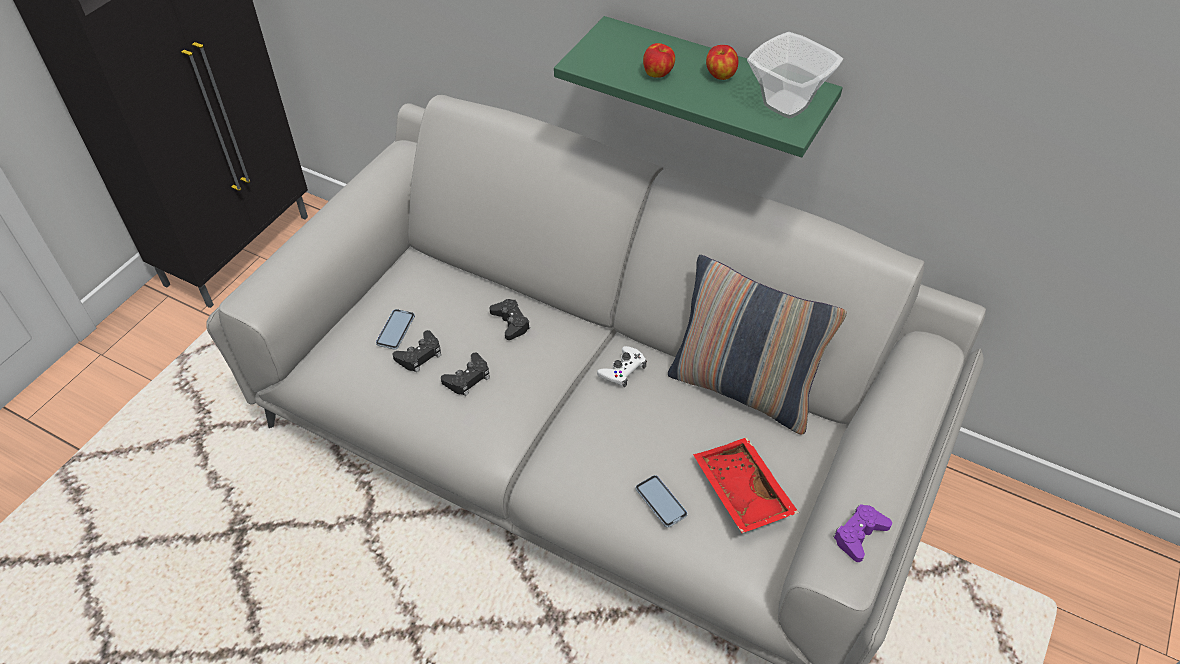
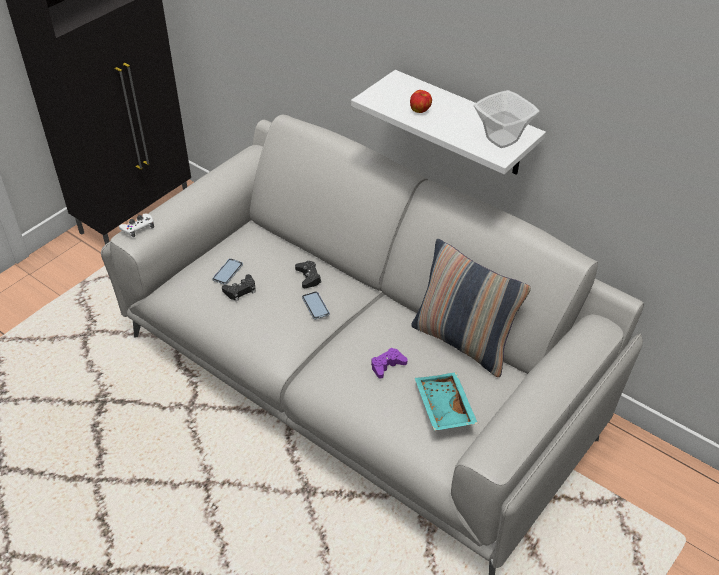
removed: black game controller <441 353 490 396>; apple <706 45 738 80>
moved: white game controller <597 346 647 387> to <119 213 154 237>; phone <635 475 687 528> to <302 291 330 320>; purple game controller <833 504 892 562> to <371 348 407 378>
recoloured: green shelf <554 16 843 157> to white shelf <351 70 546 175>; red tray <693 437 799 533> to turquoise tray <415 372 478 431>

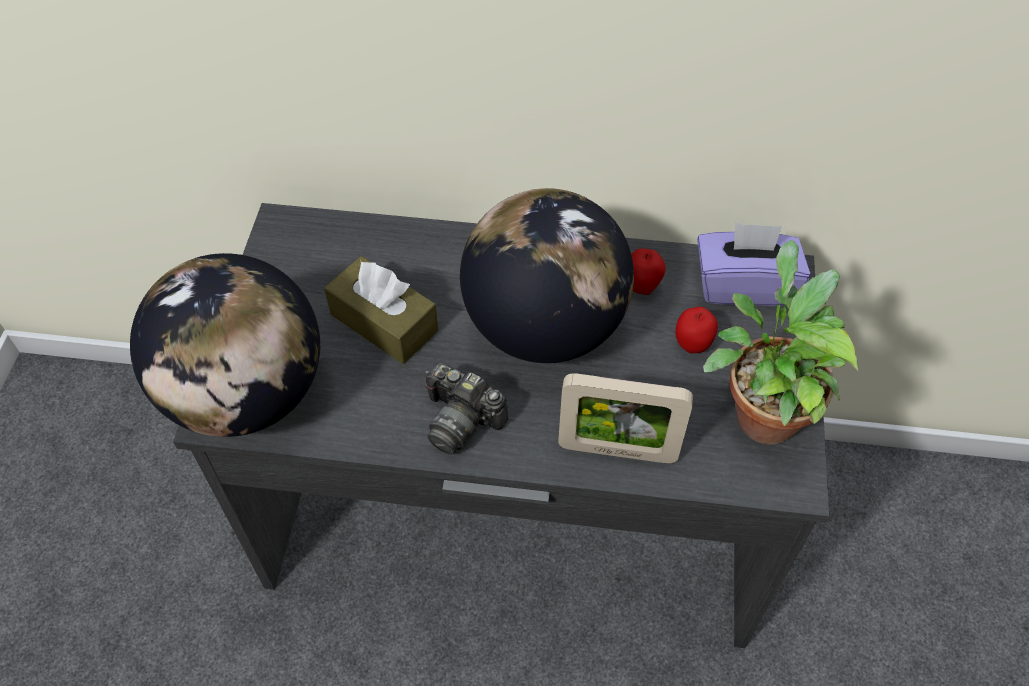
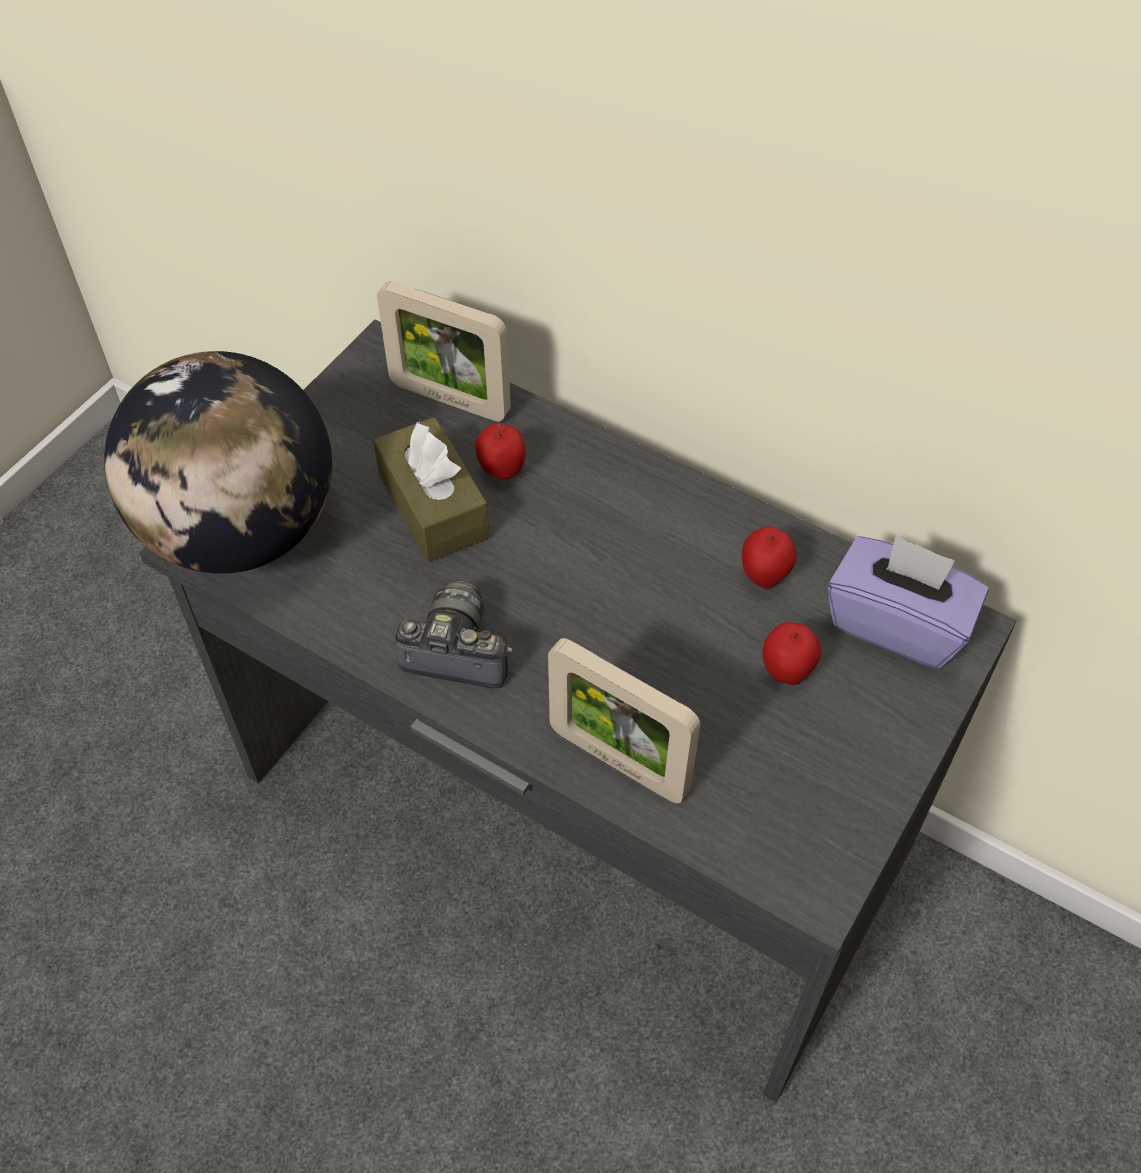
removed: globe <460 188 634 363>; potted plant <703 240 858 445>
added: picture frame <377 281 511 421>; apple <476 423 526 480>
turned: photo camera <425 363 509 454> = <396 580 512 688> 135 degrees clockwise

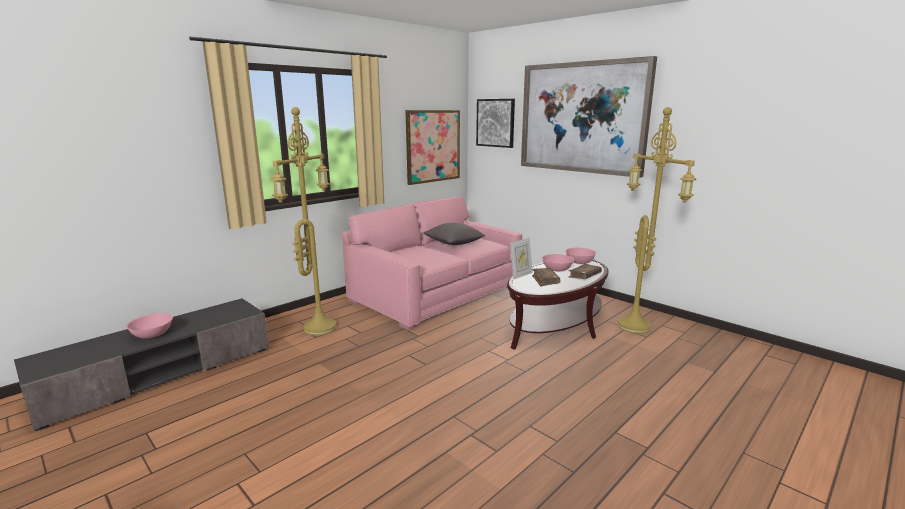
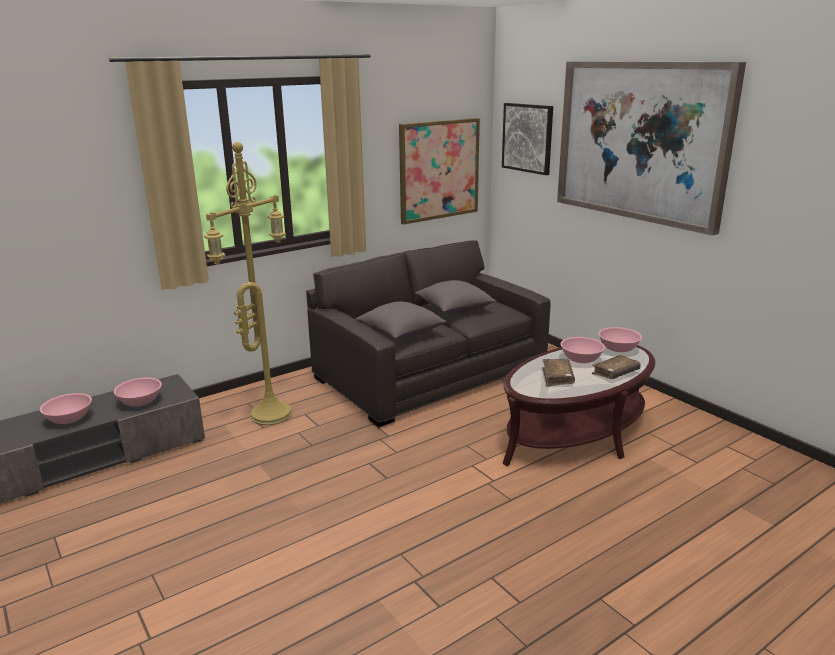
removed: picture frame <510 238 533 280>; yellow floor lamp <617 107 696 334>
added: pink bowl <114 378 162 406>; grey pillow <355 302 447 339>
recoloured: pink sofa <342 197 523 331> to grey sofa <306 240 551 427>

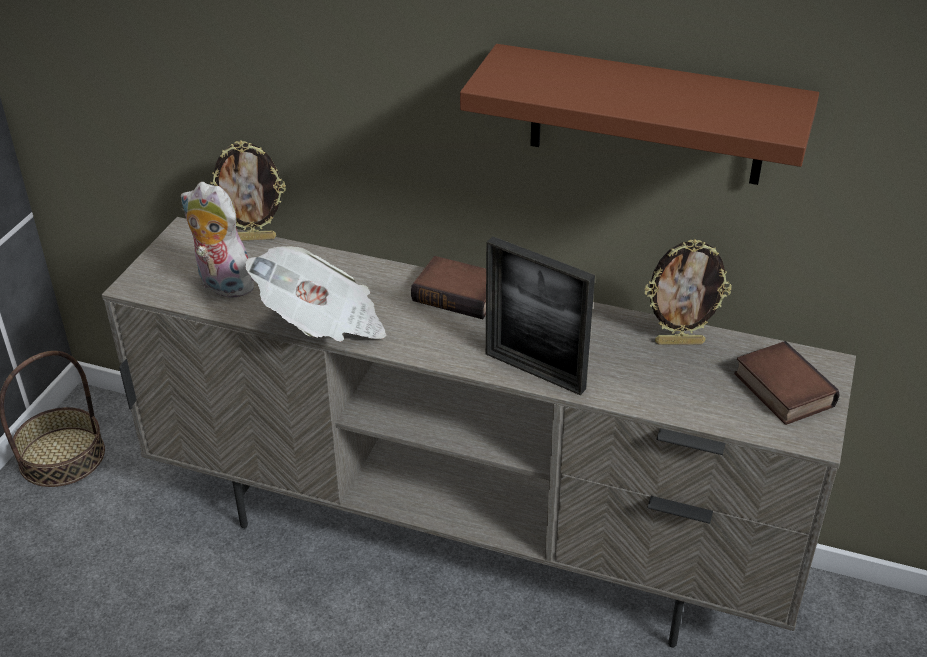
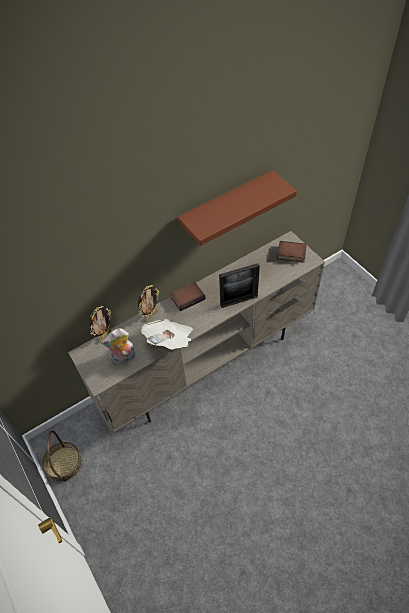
moved: picture frame <645 239 732 345> to <138 285 159 321>

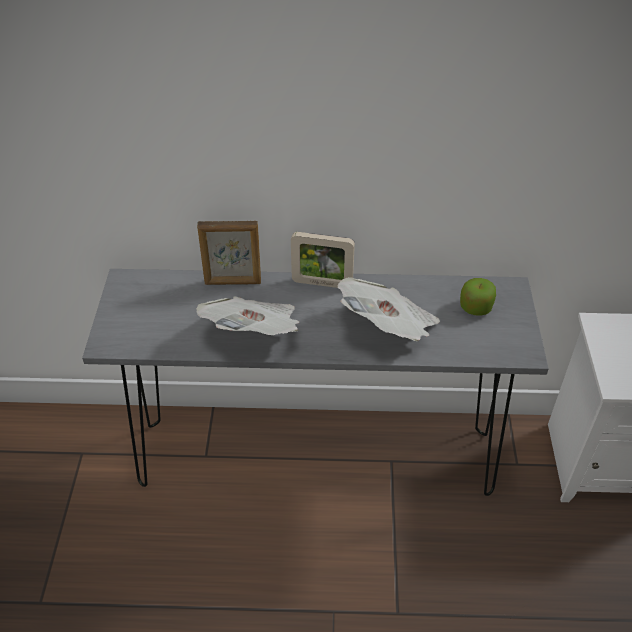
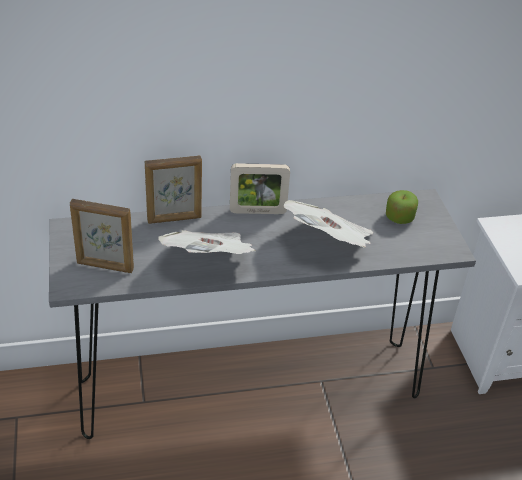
added: picture frame <70 199 134 273>

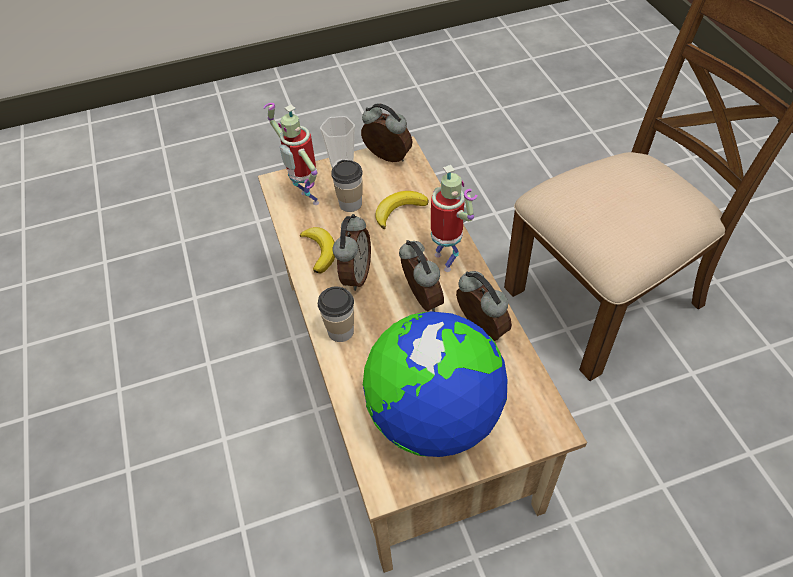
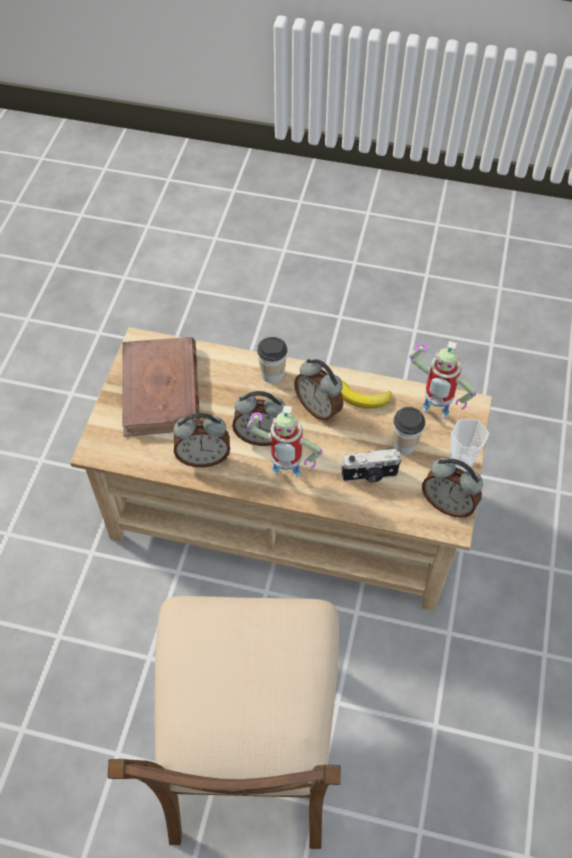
replaced: globe <363 311 507 457> to brown book <122 337 200 437>; banana <375 191 429 229> to photo camera <341 448 402 482>
turned: toy robot <264 103 319 205> = <410 341 476 419> 150 degrees counterclockwise; alarm clock <361 103 412 162> = <422 458 483 518> 60 degrees clockwise

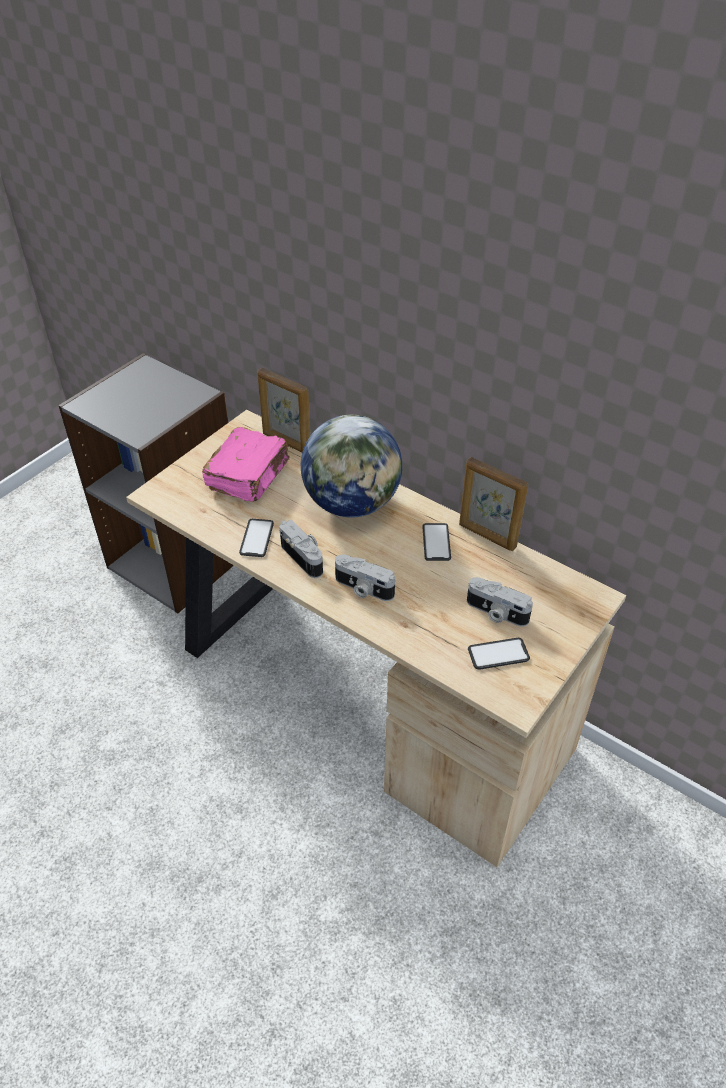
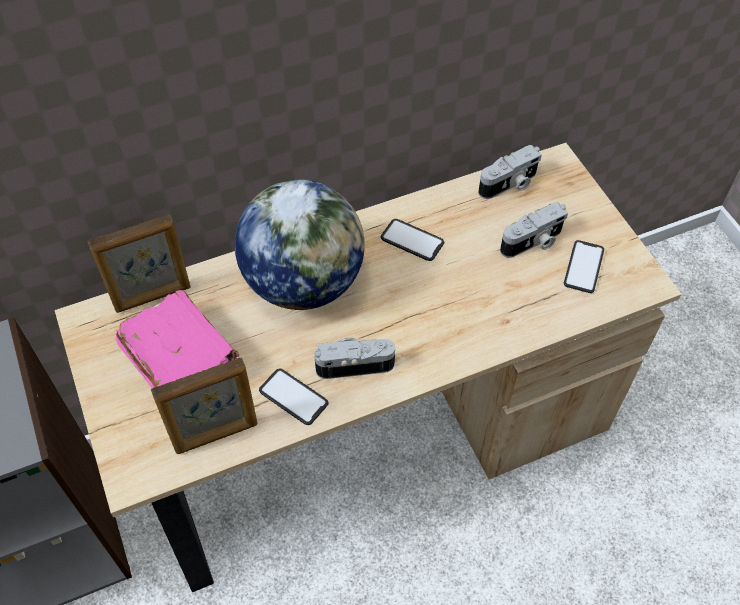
moved: photo camera <335 554 395 601> to <478 145 542 199>; picture frame <459 457 528 551> to <151 357 258 454>

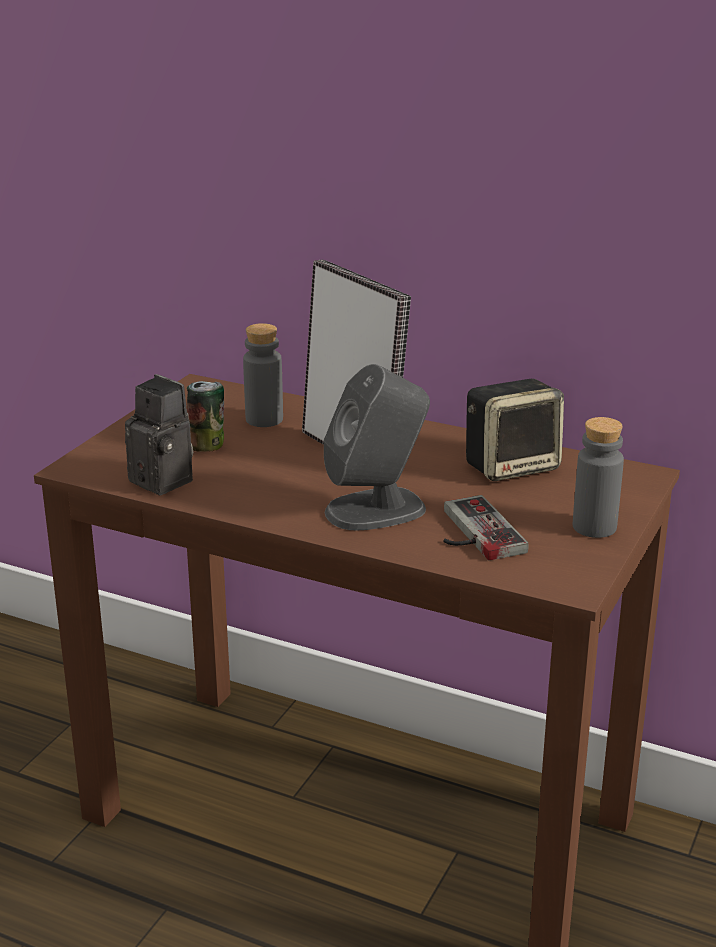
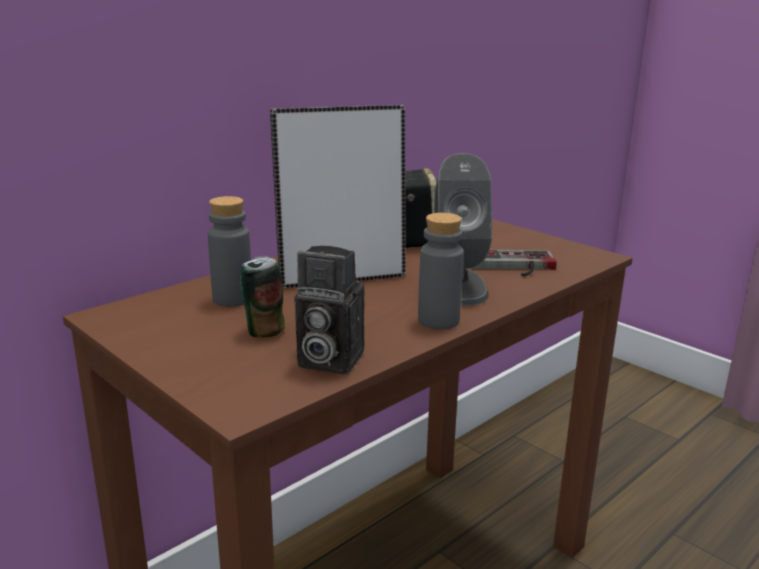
moved: grey bottle <573 417 624 538> to <418 213 464 329>
turned: photo camera <125 374 193 496> = <295 246 365 375> 135 degrees counterclockwise

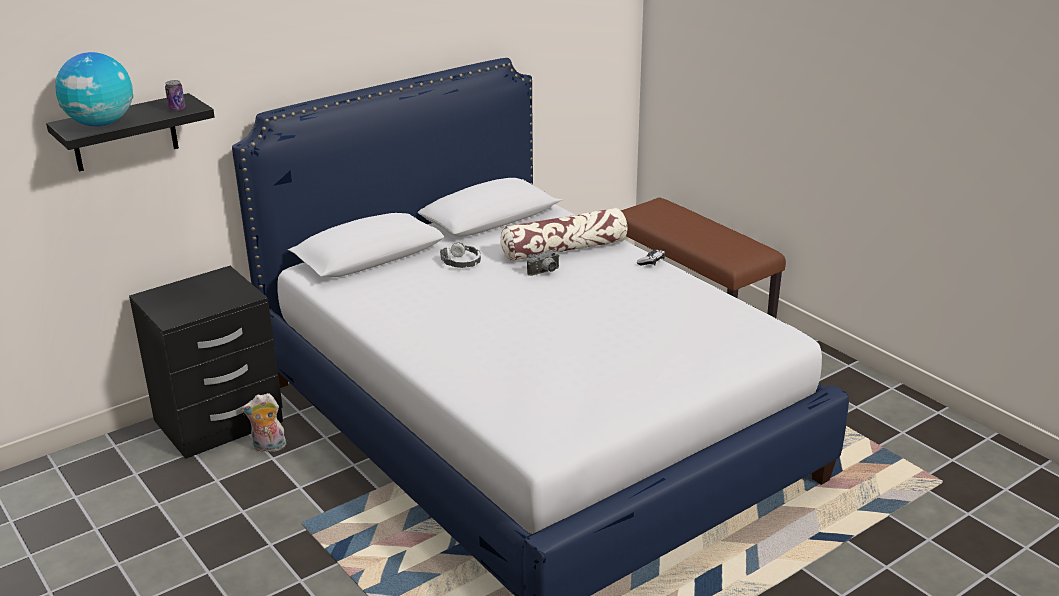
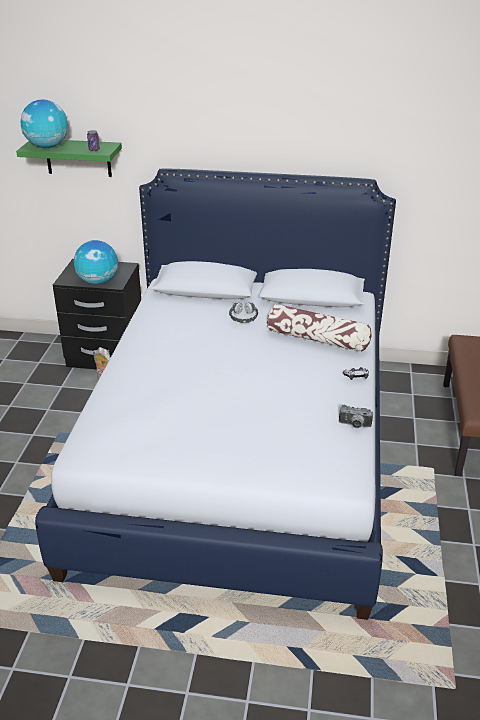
added: globe <74 240 118 284>
moved: photo camera <527 249 560 276> to <339 405 373 428>
recoloured: black shelf <46 93 215 172> to green shelf <16 140 122 177>

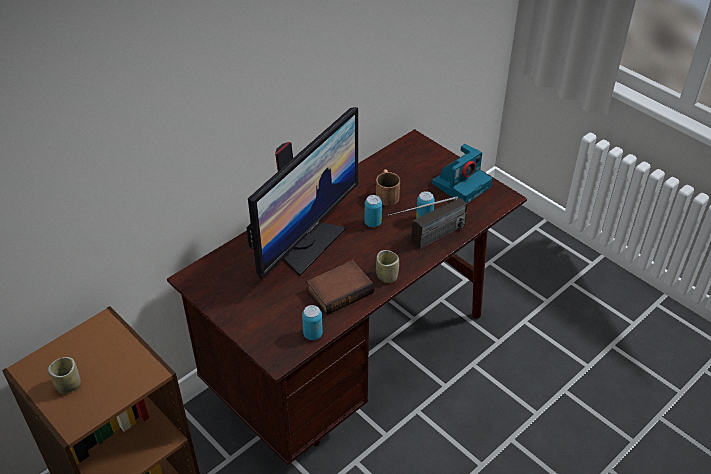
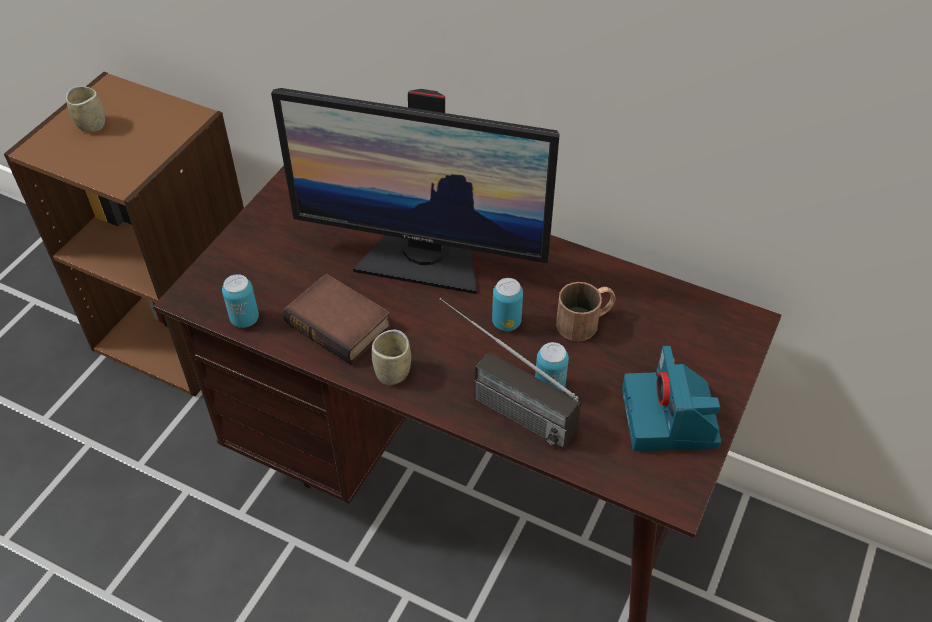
turned: photo camera <432 144 492 203> = <622 346 721 451> 60 degrees clockwise

